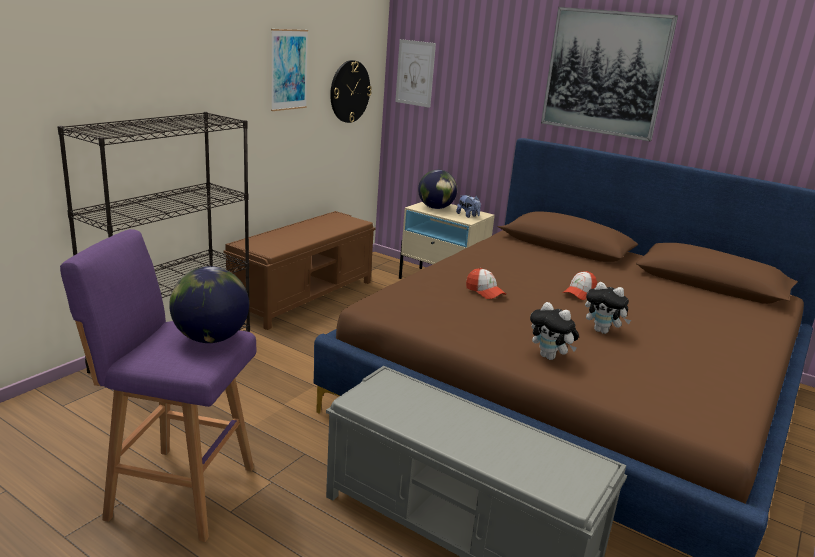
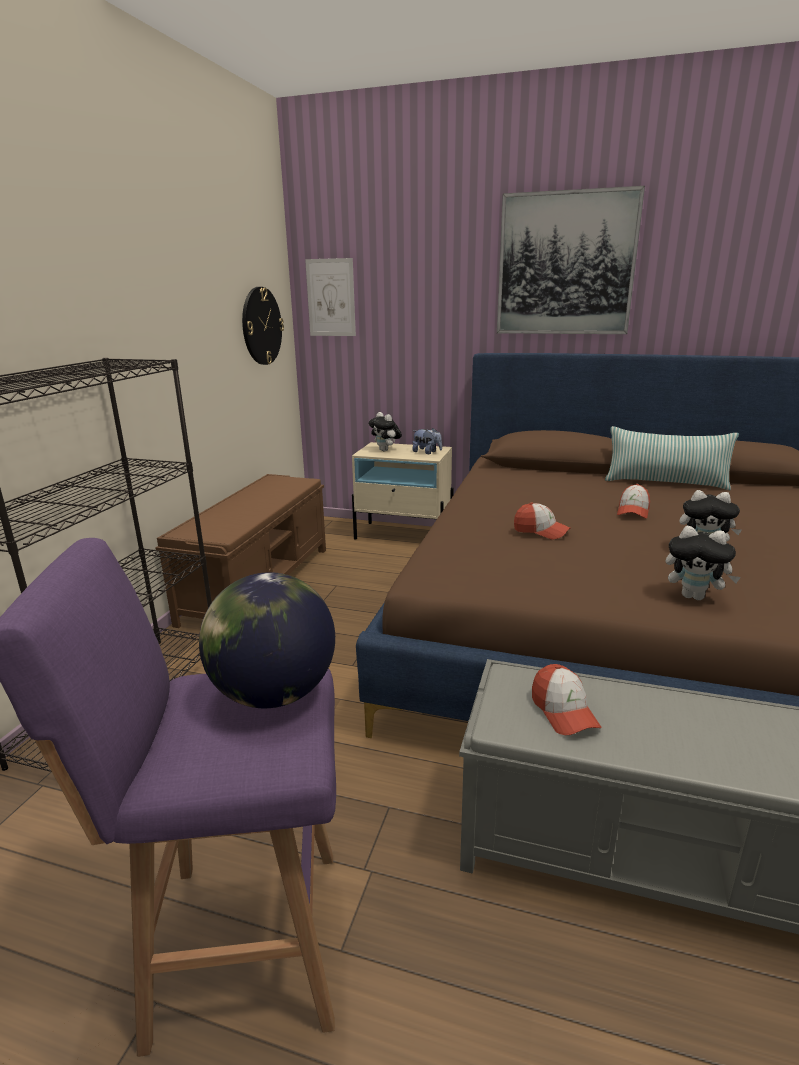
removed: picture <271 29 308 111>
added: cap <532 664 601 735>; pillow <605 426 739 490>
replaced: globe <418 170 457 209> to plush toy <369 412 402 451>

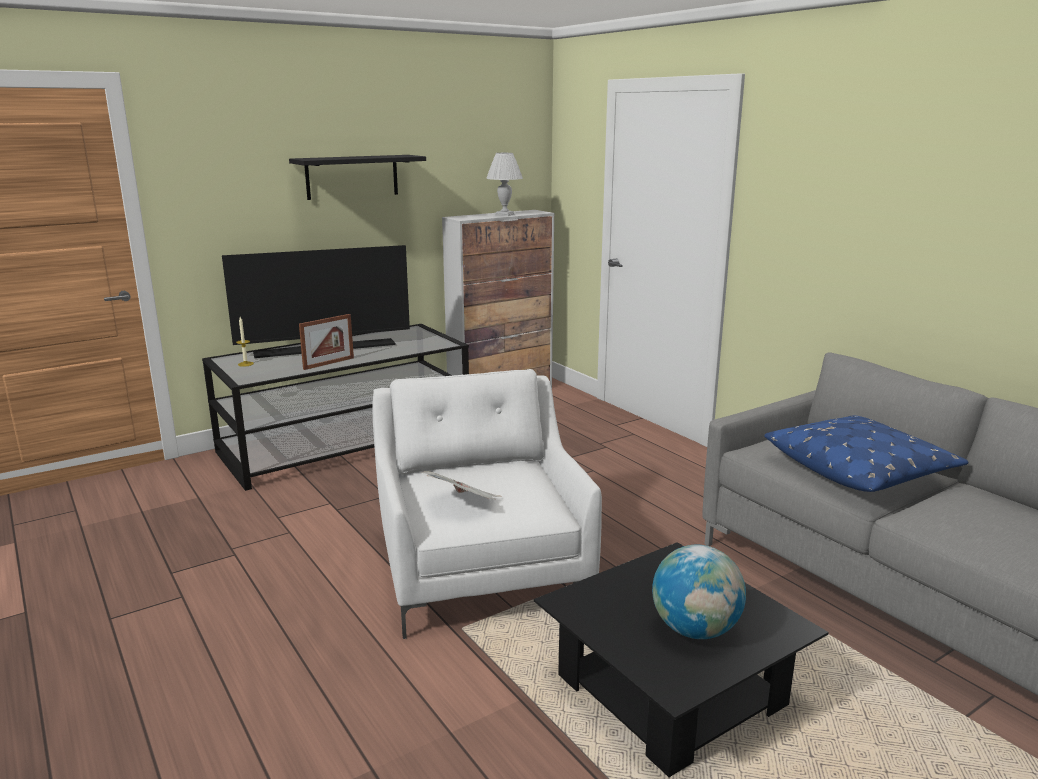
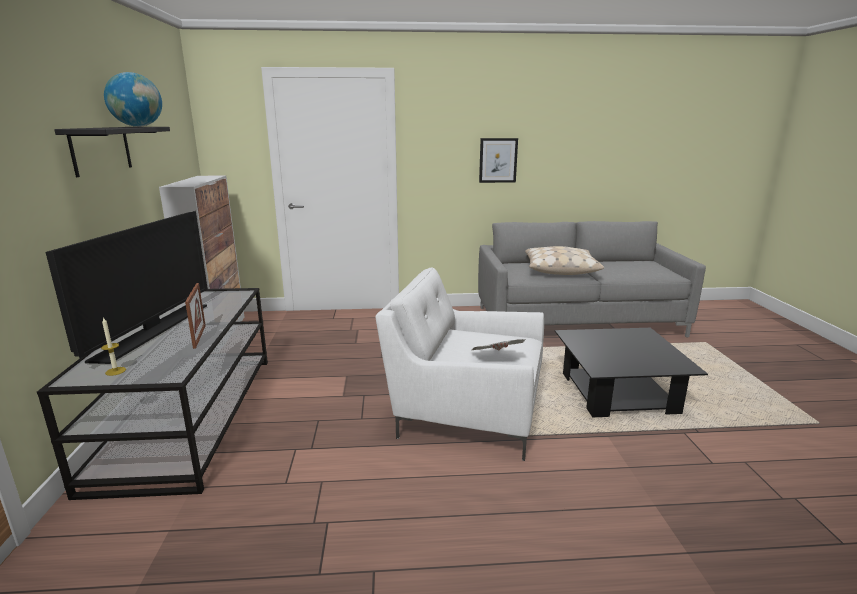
removed: white table lamp <486 153 523 216>
added: picture <479 138 518 183>
moved: globe <652 545 746 639> to <104 72 162 127>
recoloured: blue pillow <764 416 969 492> to beige pillow <525 246 604 275>

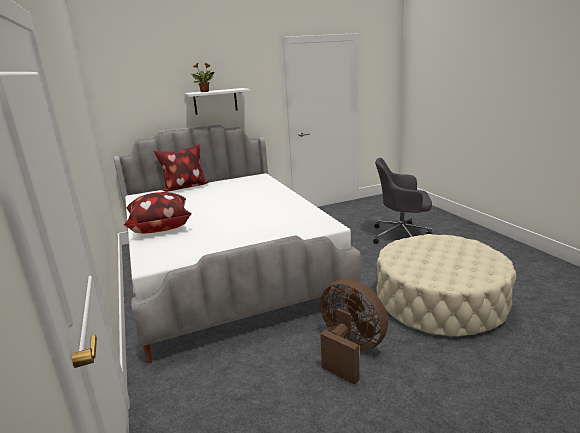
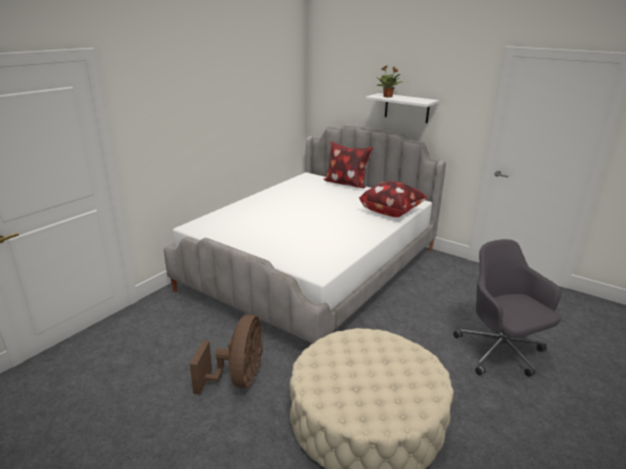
moved: pillow <123 192 192 233> to <359 181 428 217>

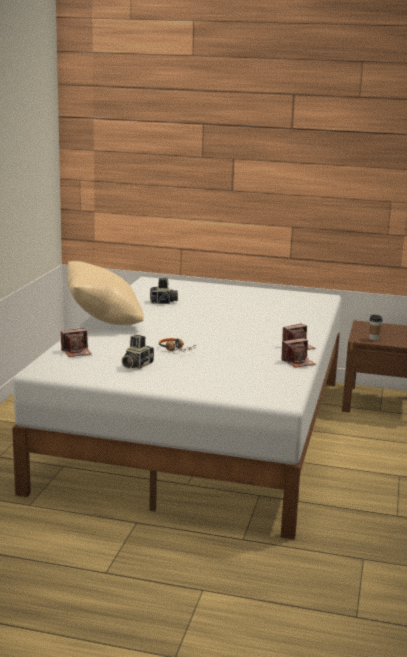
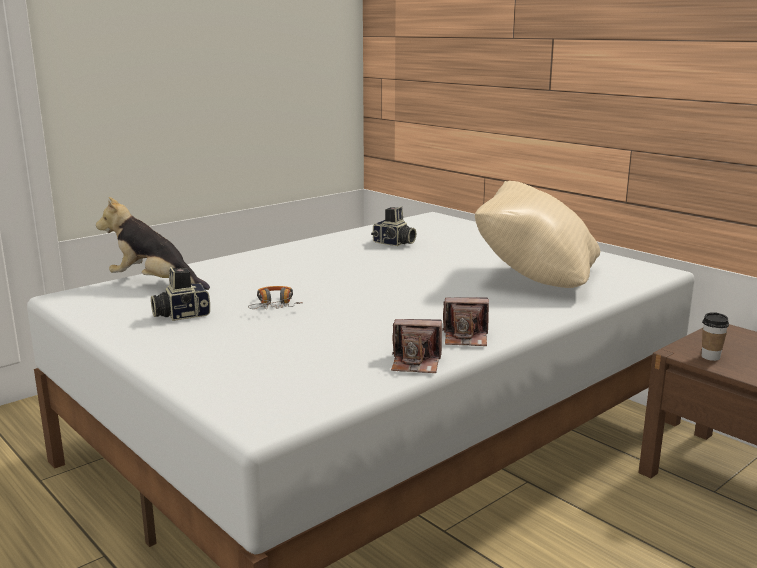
moved: beige pillow <67 261 144 325> to <475 181 600 288>
replaced: photo camera <61 328 92 357> to plush toy <96 197 210 290>

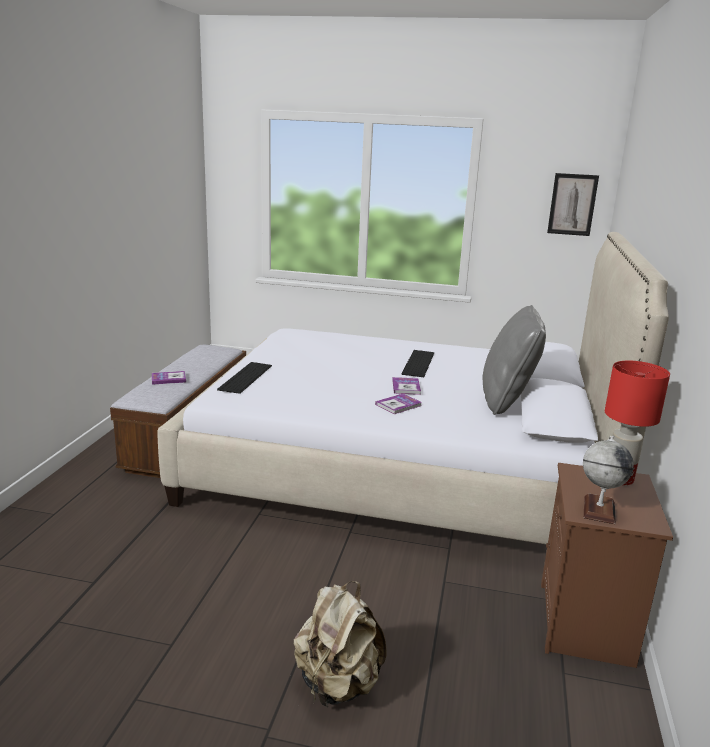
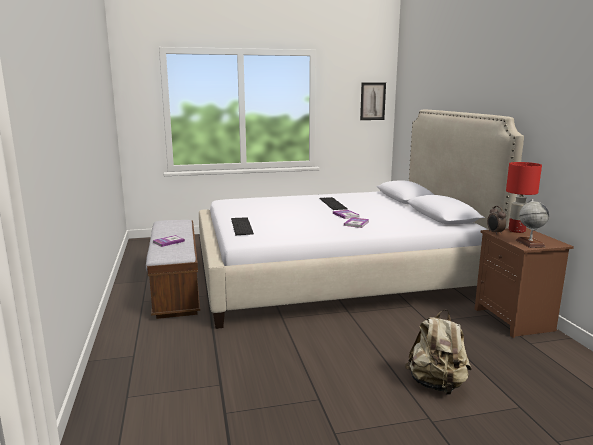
removed: grey pillow <482 305 546 415>
added: alarm clock <487 206 506 235>

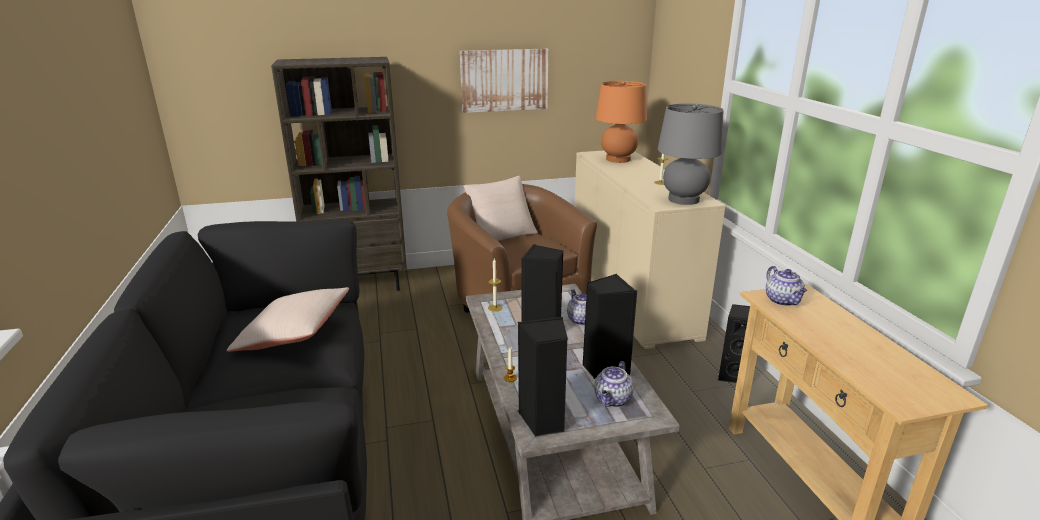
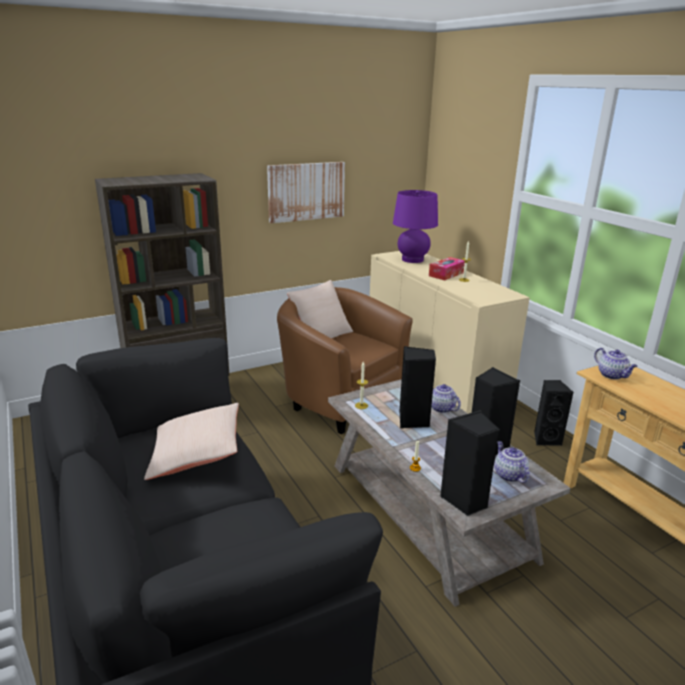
removed: grey table lamp <658 103 723 205>
added: tissue box <429 257 465 280>
recoloured: orange table lamp <596 81 647 163> to purple table lamp <393 190 438 263>
turned: teapot <594 361 634 407> = <494 441 530 483> 150 degrees clockwise

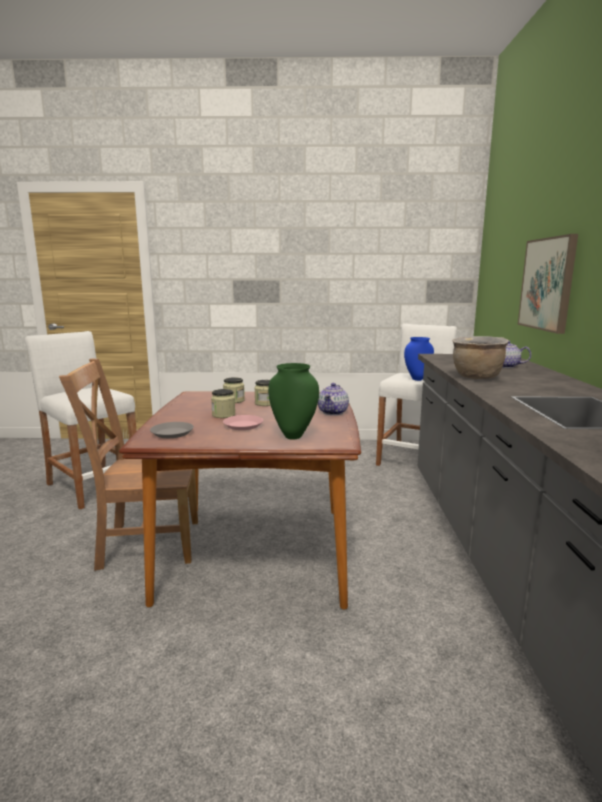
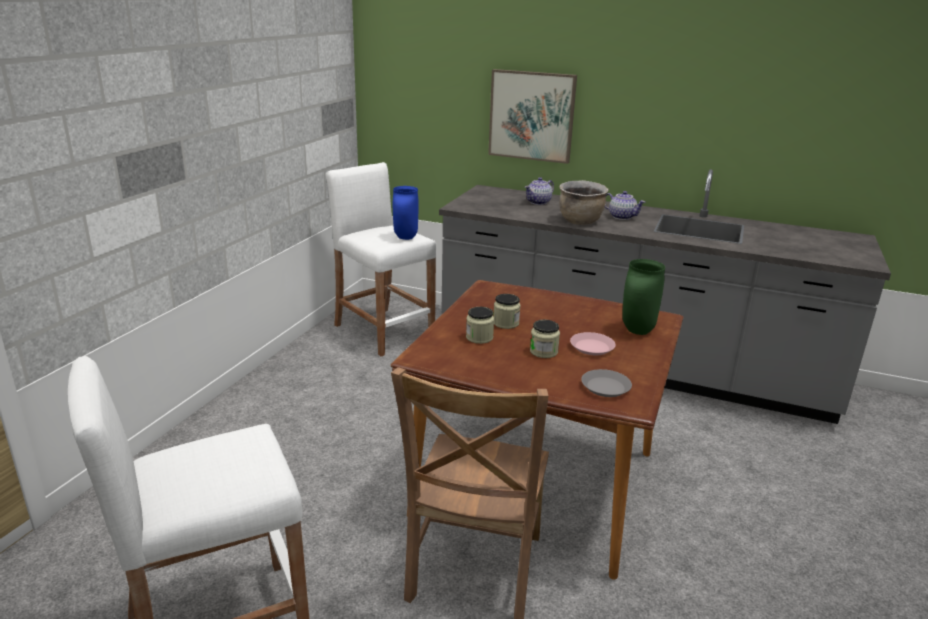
moved: teapot <318 383 349 415> to <605 191 645 220>

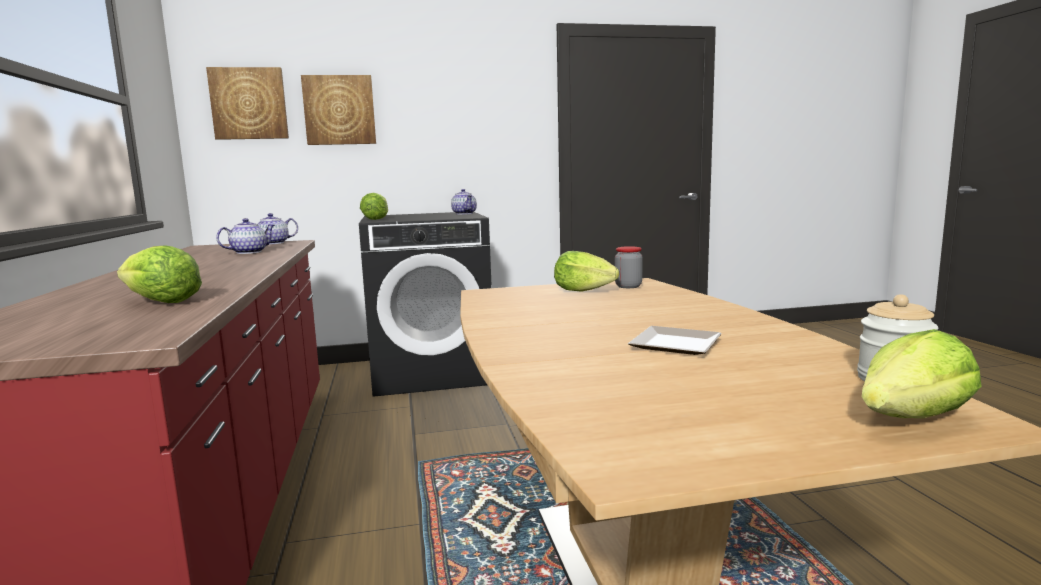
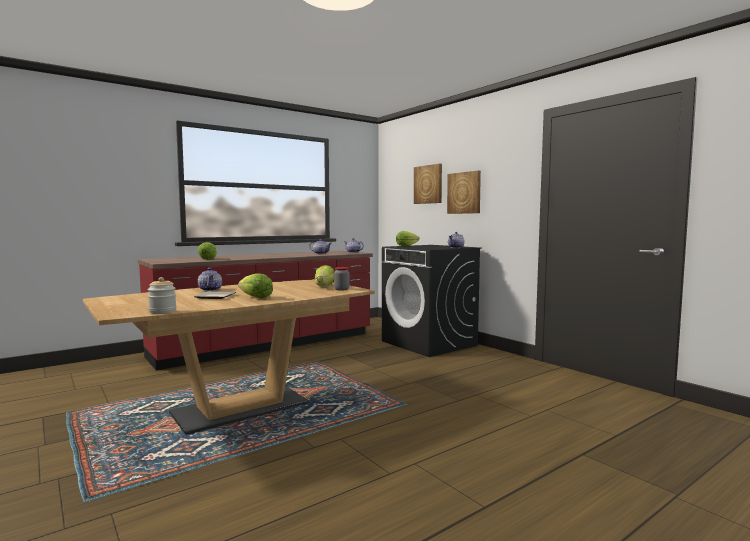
added: teapot <198 268 222 291>
moved: picture <206 67 289 140> to <447 171 481 214>; lettuce <861 329 982 418> to <238 273 273 298>

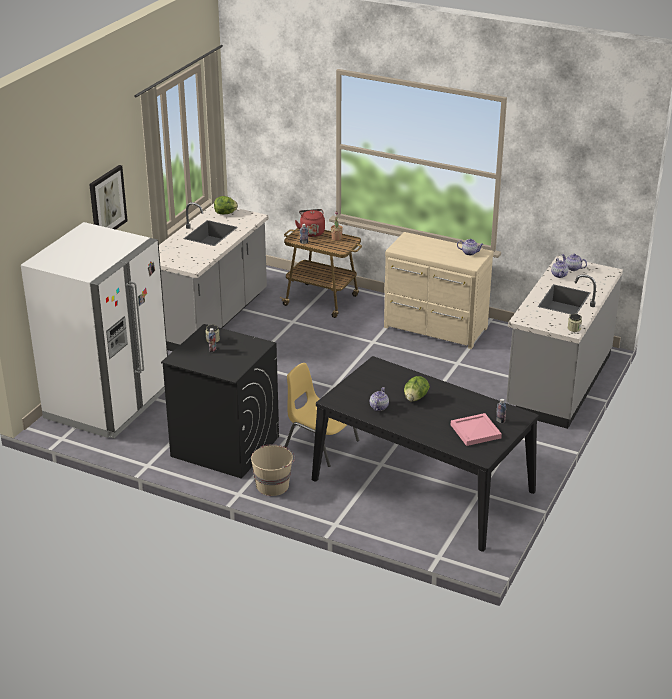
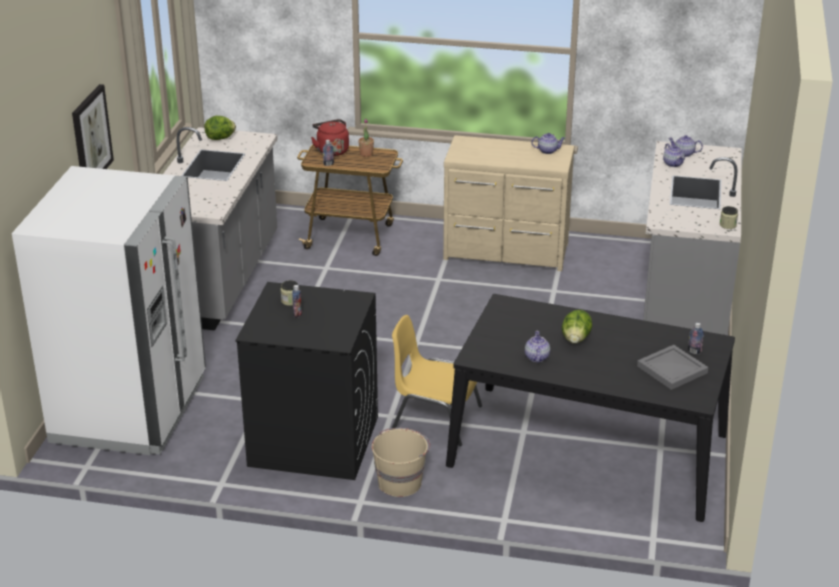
recoloured: pink tray <451 413 502 446> to grey tray <637 345 708 390>

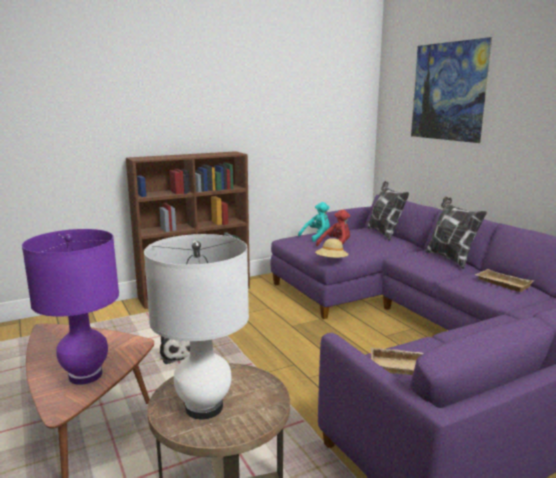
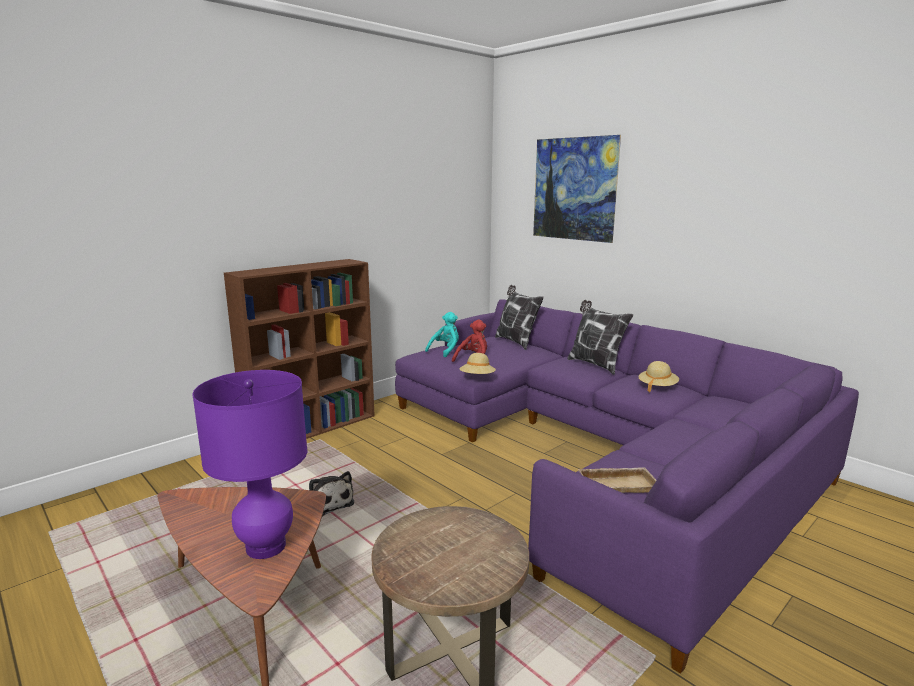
removed: white table lamp <144 234 249 420>
replaced: beige tray <475 269 534 292> to beige hat <639 361 679 392>

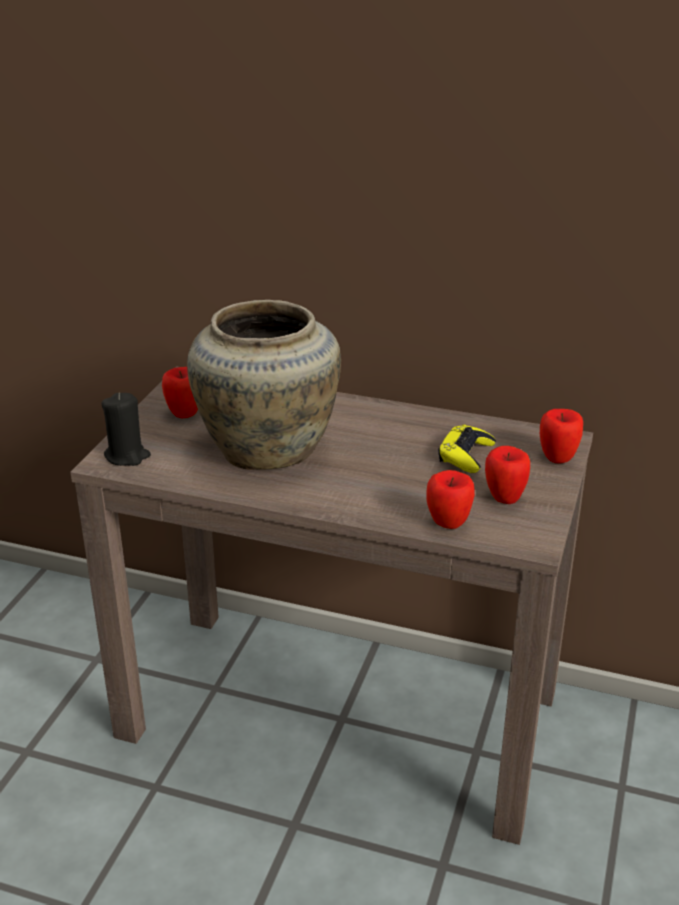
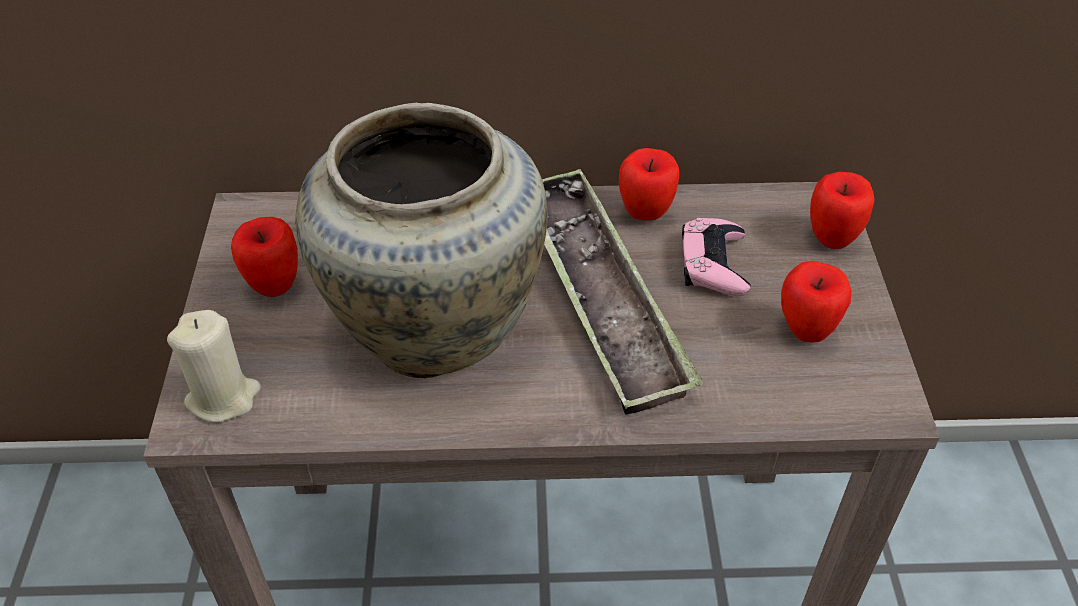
added: tray <542 169 703 415>
moved: apple <426 470 475 529> to <619 148 679 221>
recoloured: black candle <101 393 151 466> to beige candle <167 310 261 422>; yellow game controller <438 424 496 473> to pink game controller <682 218 751 296>

